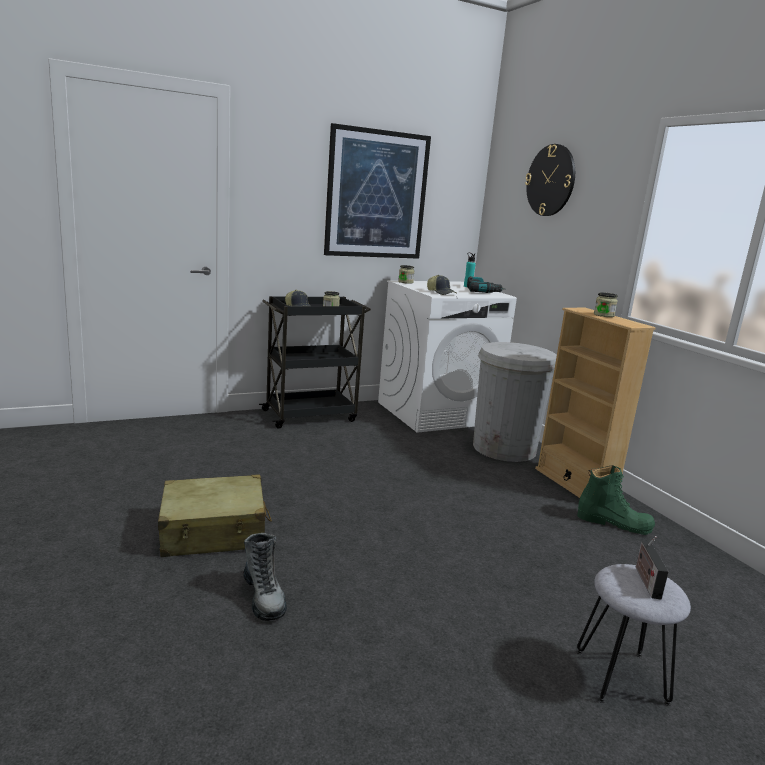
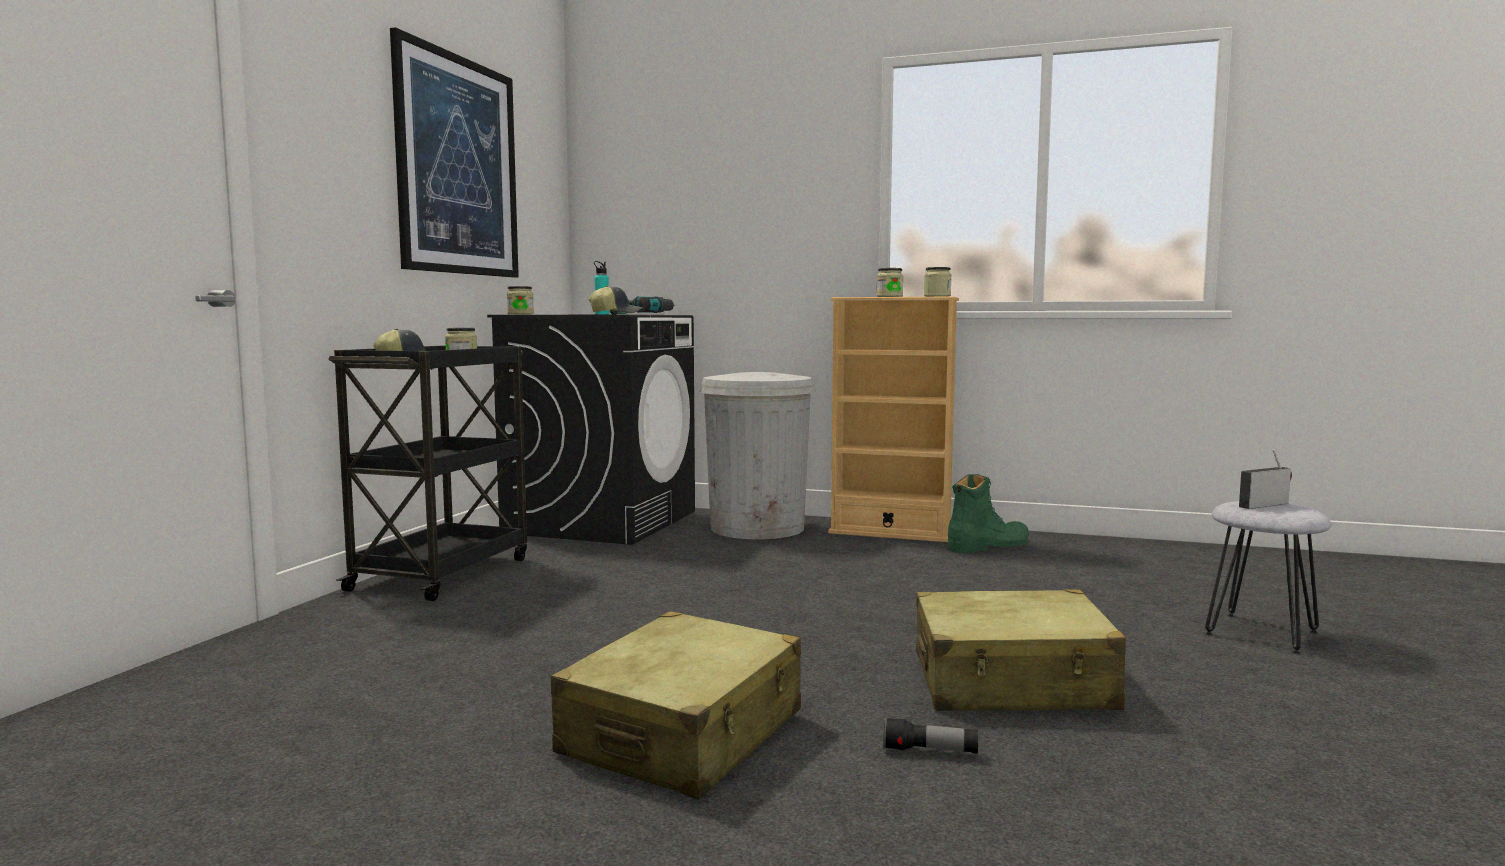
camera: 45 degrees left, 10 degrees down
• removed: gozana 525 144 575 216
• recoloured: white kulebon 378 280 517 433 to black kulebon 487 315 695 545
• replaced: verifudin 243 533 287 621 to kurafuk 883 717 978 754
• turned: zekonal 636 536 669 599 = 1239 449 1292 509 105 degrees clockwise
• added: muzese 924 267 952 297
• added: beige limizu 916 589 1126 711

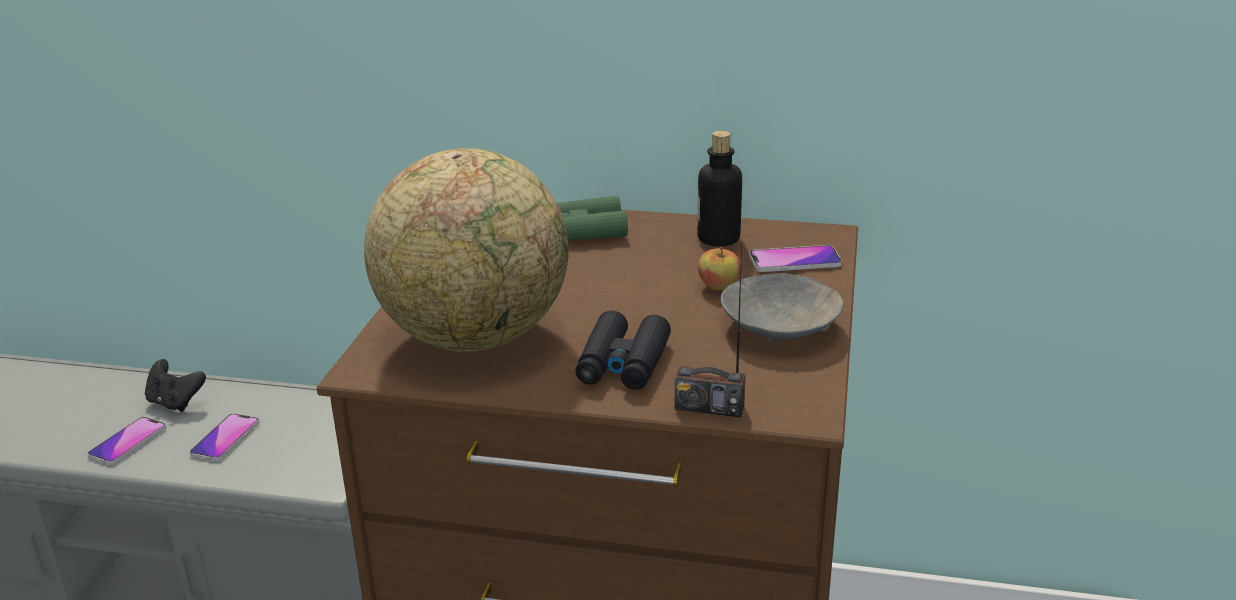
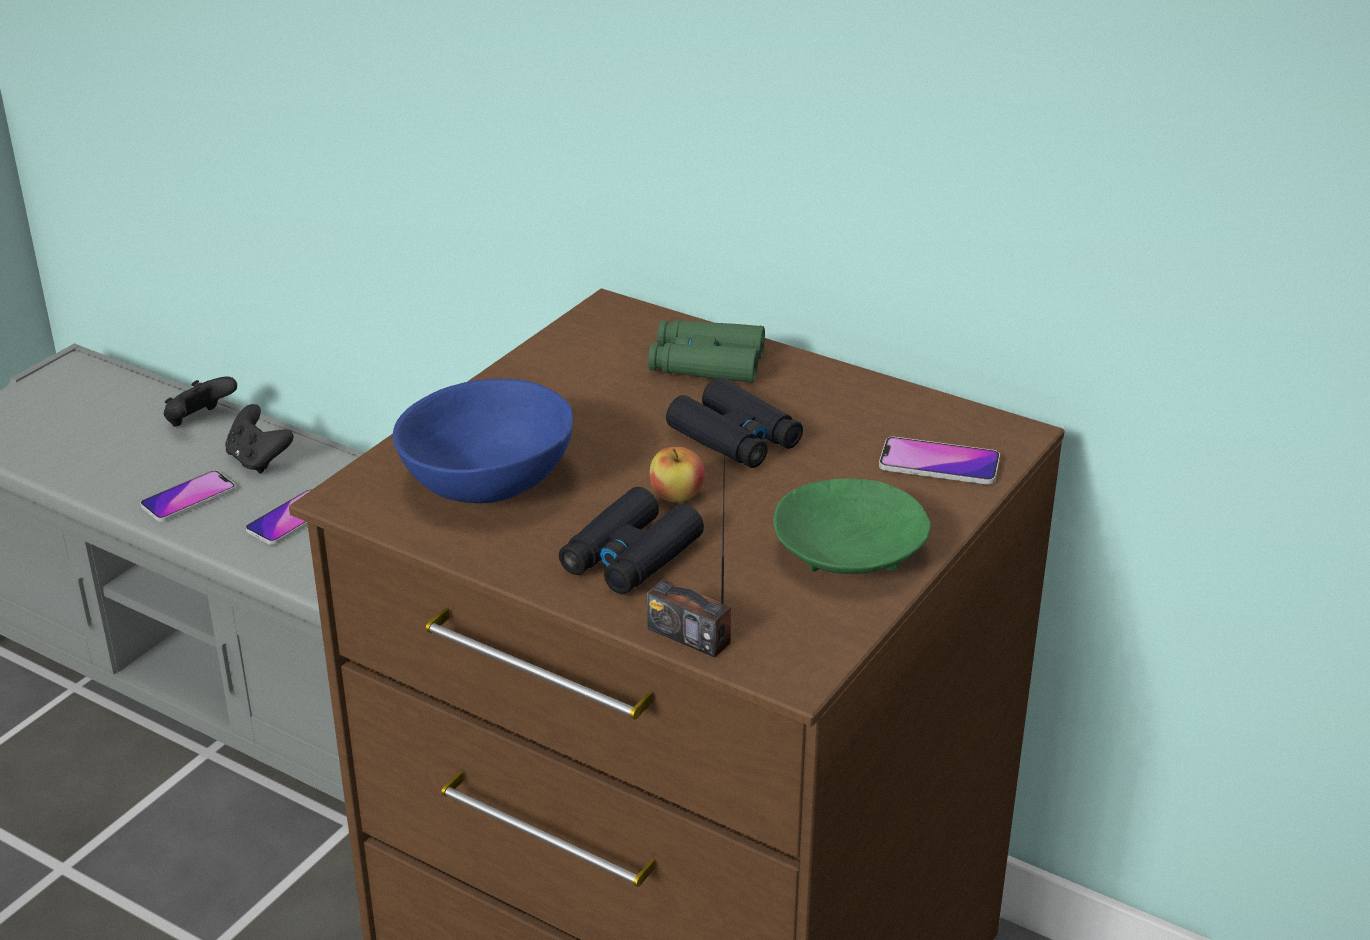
camera: 20 degrees right, 5 degrees up
• removed: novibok 697 131 742 246
• replaced: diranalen 364 148 569 352 to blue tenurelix 393 379 573 503
• moved: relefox 698 246 741 290 to 649 447 705 502
• recoloured: grey tenurelix 721 273 844 343 to green tenurelix 773 478 931 574
• added: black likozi 164 377 237 426
• added: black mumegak 666 378 803 468

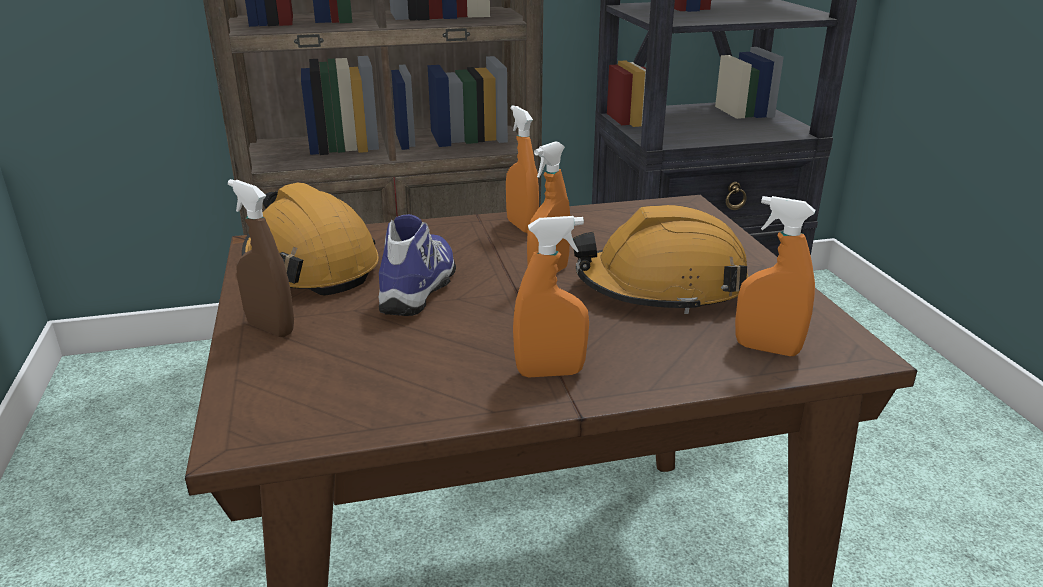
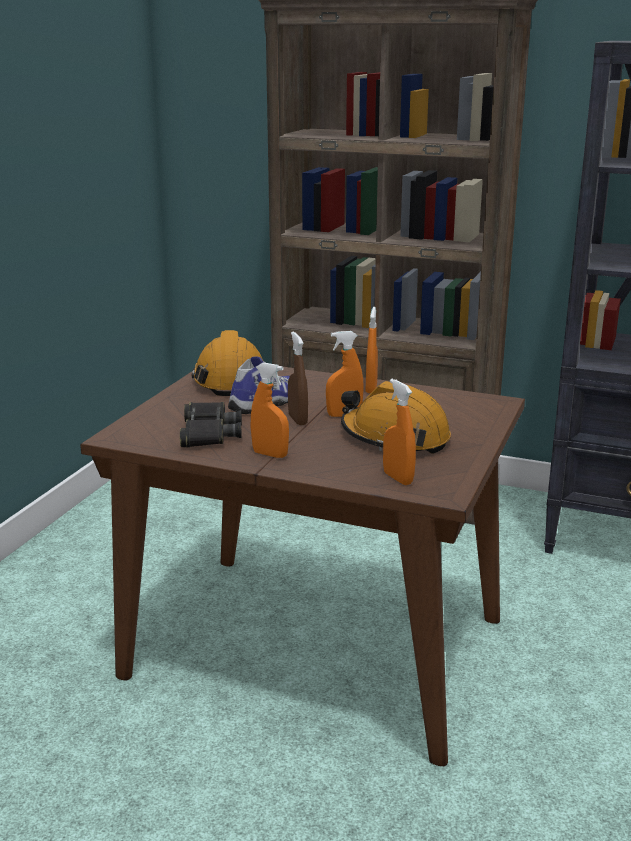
camera: 35 degrees right, 5 degrees down
• moved: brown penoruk 228 179 294 337 to 288 332 308 425
• added: black mumegak 180 402 242 447

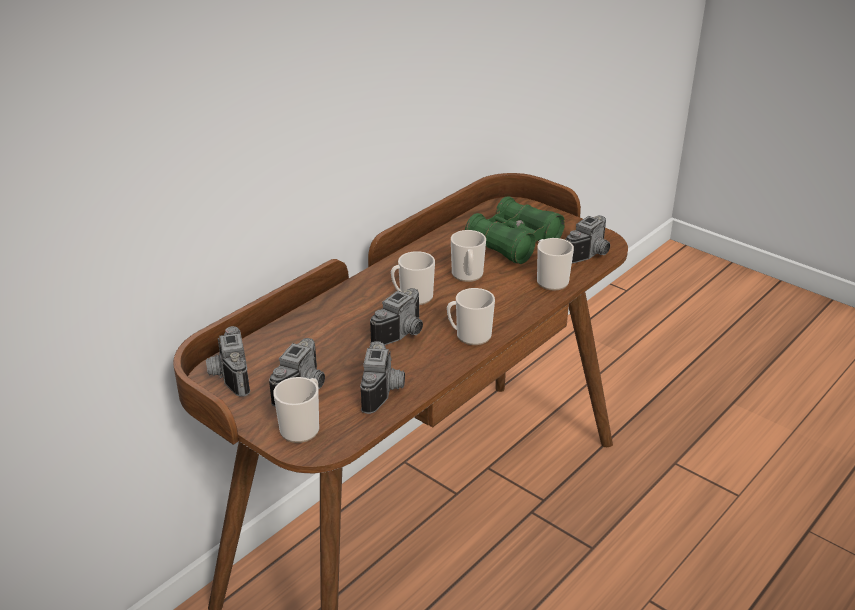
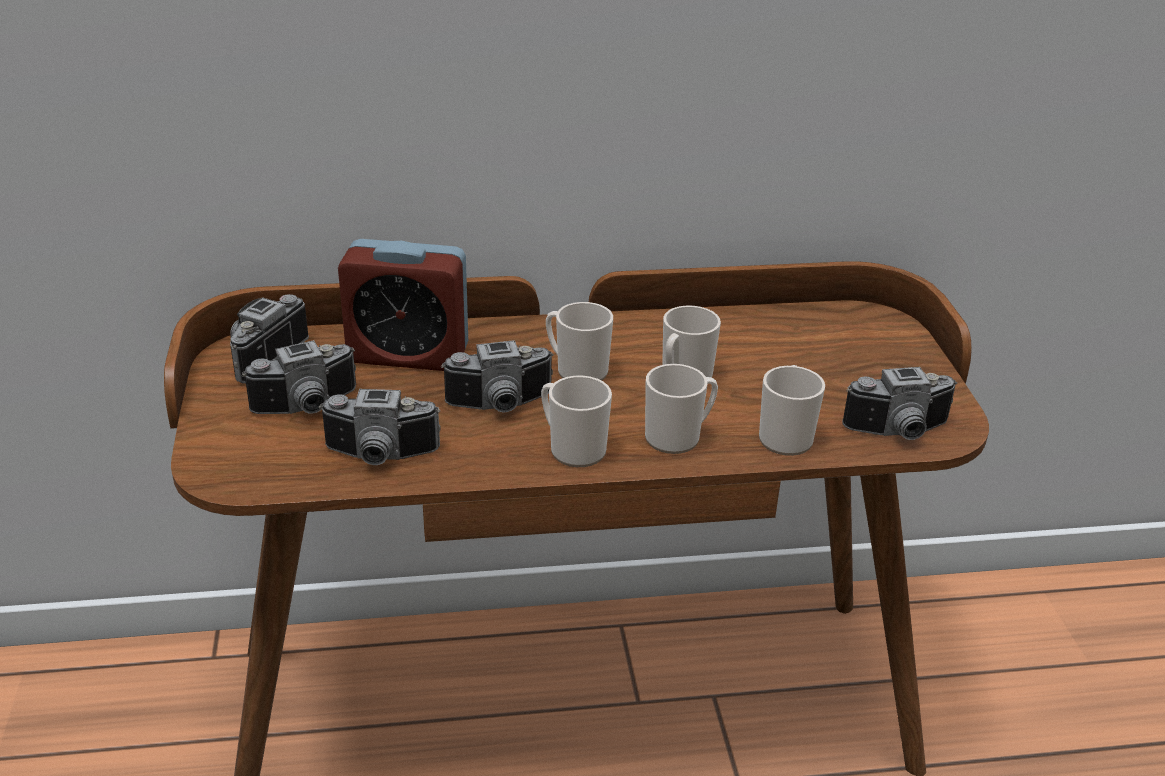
camera: 40 degrees right, 0 degrees up
• removed: green mumegak 465 196 565 264
• turned: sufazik 360 341 405 414 = 319 389 440 465 45 degrees clockwise
• moved: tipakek 273 377 319 443 to 645 364 718 454
• added: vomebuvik 338 239 468 371

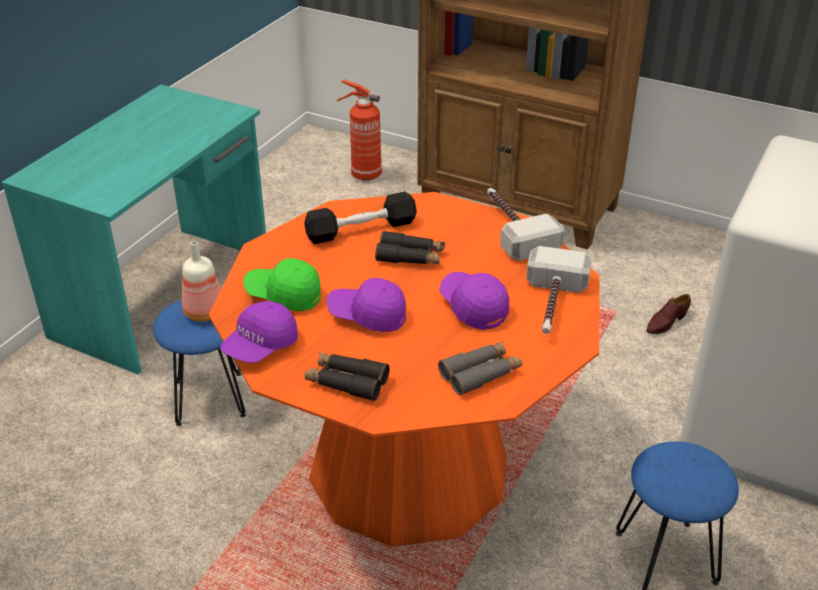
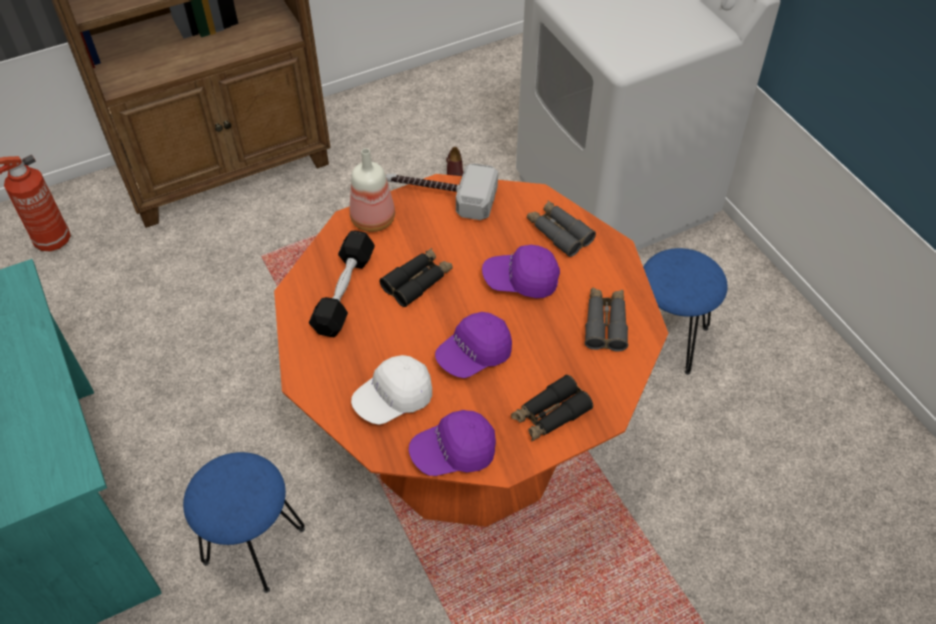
camera: 55 degrees left, 15 degrees up
• moved: novibok 182 241 221 322 to 350 148 395 232
• replaced: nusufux 526 246 592 334 to grey mumegak 527 200 596 257
• recoloured: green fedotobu 243 258 321 311 to white fedotobu 351 355 432 425
• turned: purple fedotobu 220 301 298 363 = 409 410 496 476 90 degrees clockwise

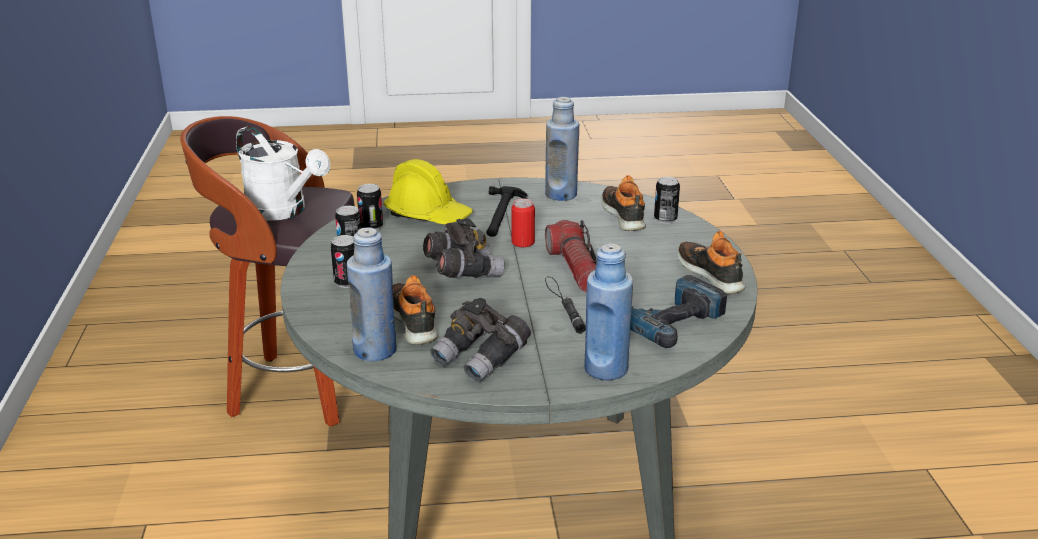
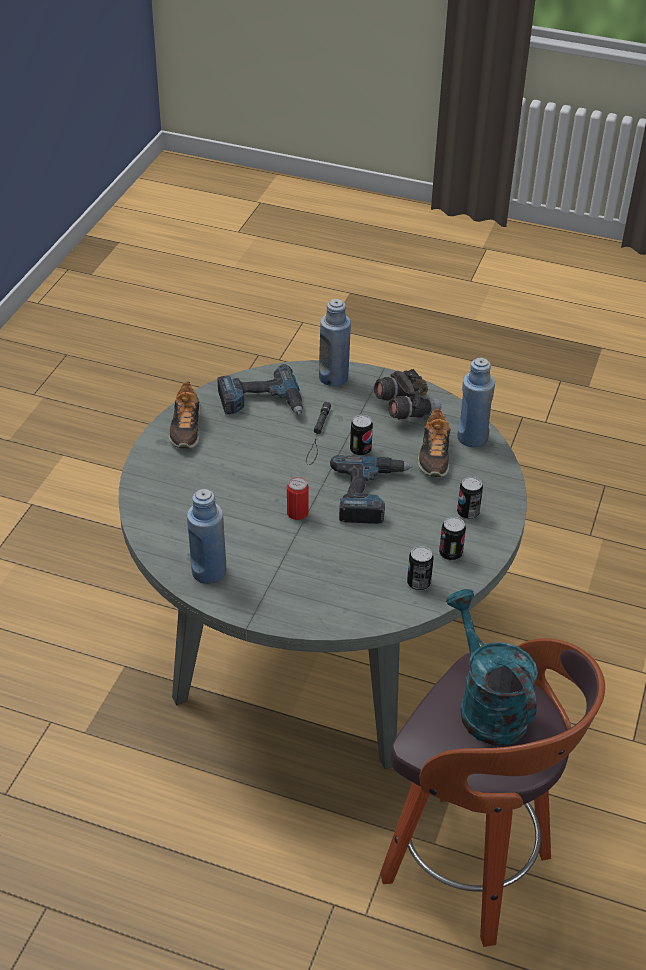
camera: 155 degrees left, 15 degrees up
• recoloured: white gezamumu 236 126 330 221 to turquoise gezamumu 446 589 538 745
• removed: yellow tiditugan 383 159 473 224
• removed: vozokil 601 175 646 231
• moved: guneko 654 177 680 224 to 350 414 373 456
• removed: nusufux 486 186 528 237
• replaced: grey mumegak 423 218 505 278 to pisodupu 330 455 412 524
• removed: kurafuk 545 220 597 293

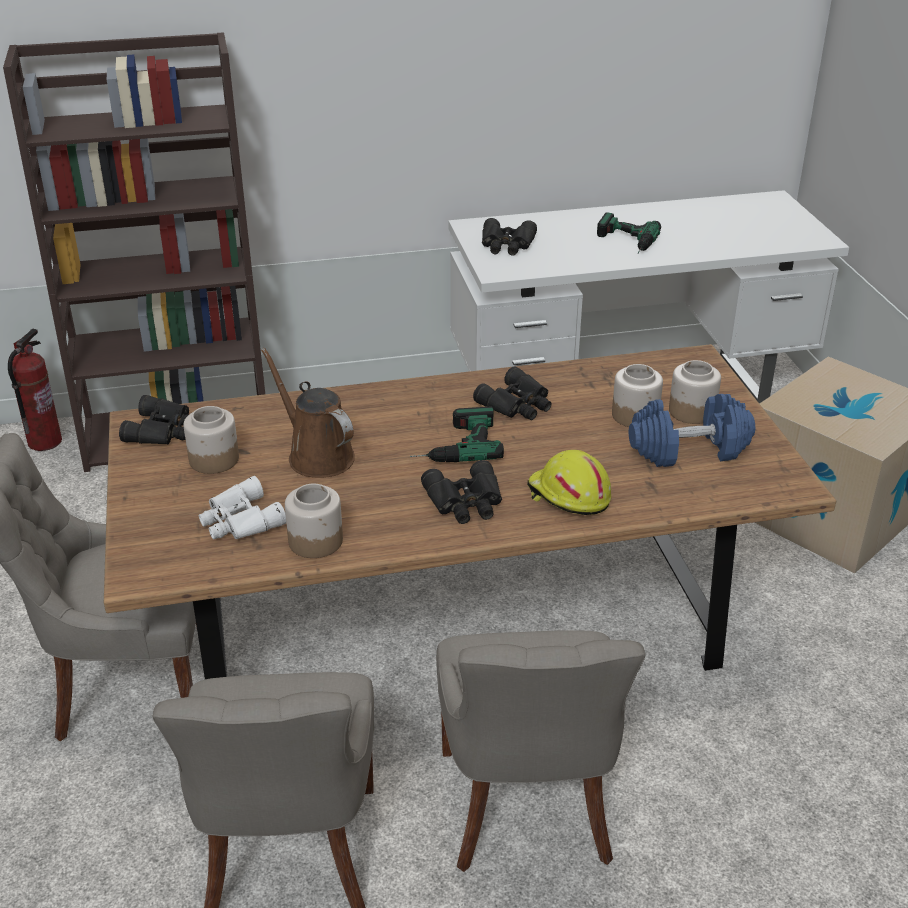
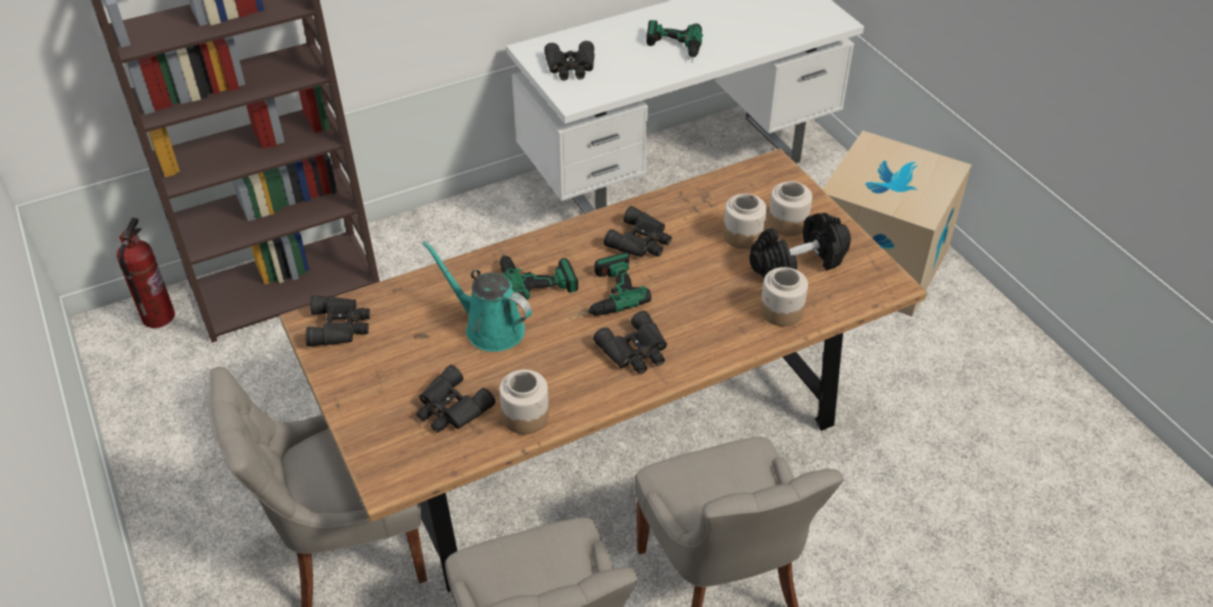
camera: 15 degrees left, 10 degrees up
• recoloured: brown gezamumu 261 348 355 478 to turquoise gezamumu 422 241 532 352
• recoloured: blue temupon 629 394 755 467 to black temupon 749 213 851 278
• moved: muzese 183 406 239 474 to 760 267 808 326
• removed: yellow tiditugan 527 450 611 515
• recoloured: white mumegak 199 476 286 540 to black mumegak 416 365 496 433
• added: pisodupu 500 247 578 300

